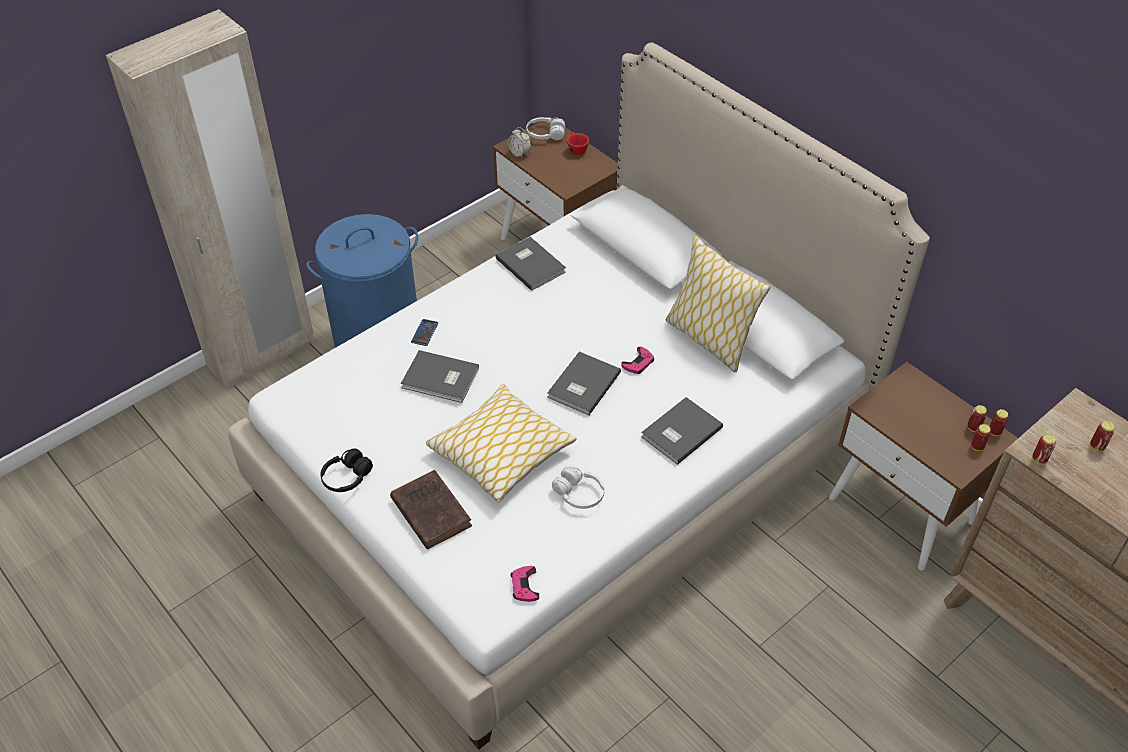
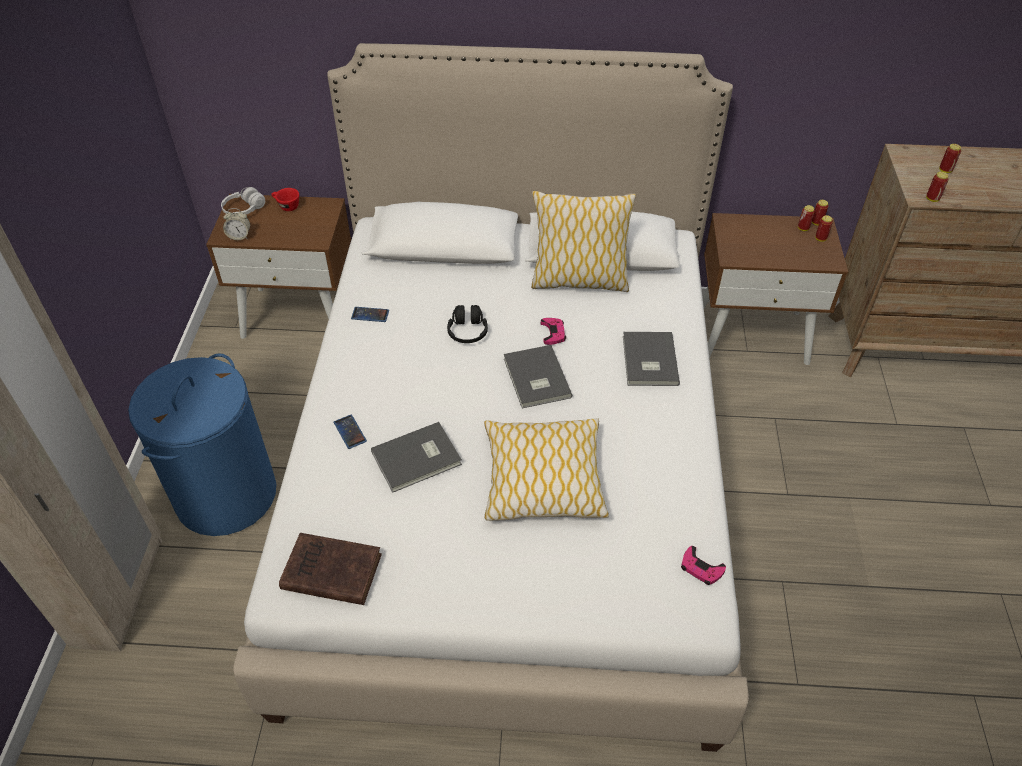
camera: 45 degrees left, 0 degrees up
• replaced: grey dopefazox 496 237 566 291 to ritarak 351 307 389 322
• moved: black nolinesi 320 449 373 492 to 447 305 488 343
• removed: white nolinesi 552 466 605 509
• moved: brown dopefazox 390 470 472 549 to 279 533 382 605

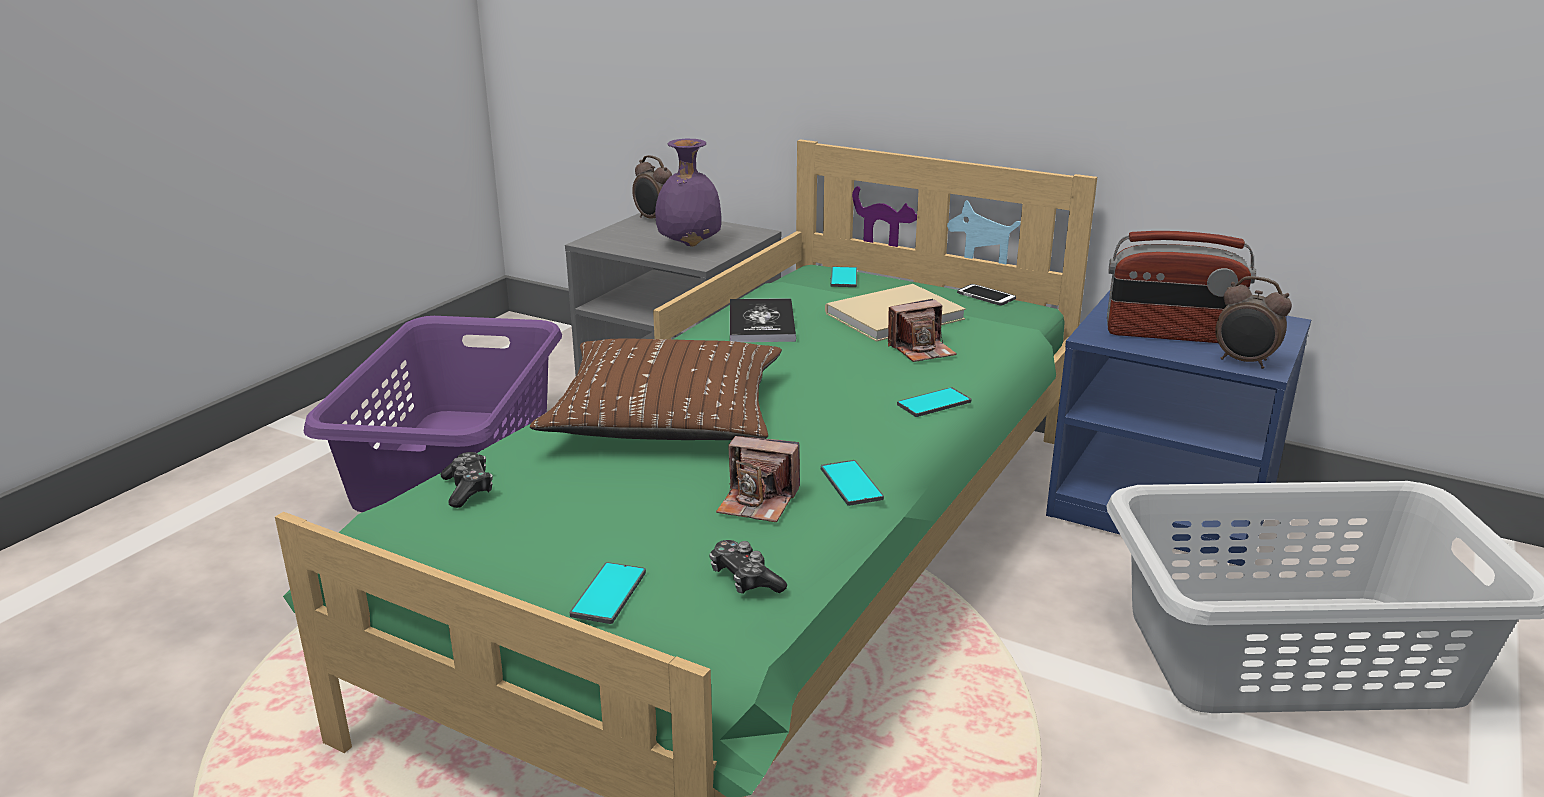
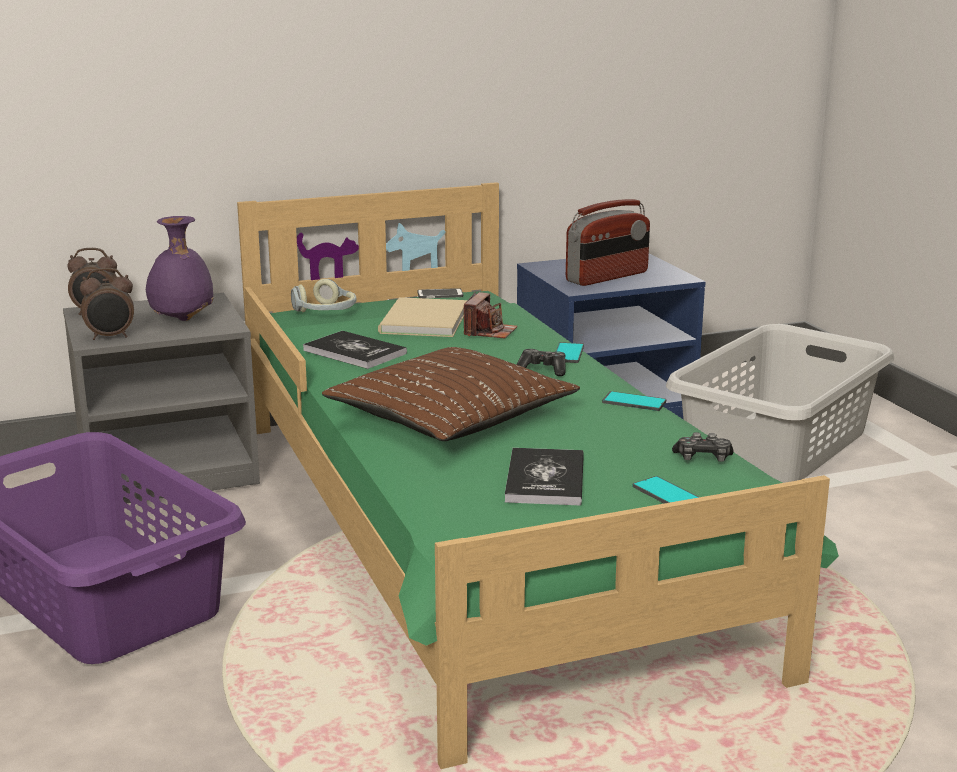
camera: 50 degrees left, 5 degrees down
• replaced: ritarak 830 267 857 287 to nolinesi 291 279 357 312
• moved: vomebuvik 1215 276 1292 369 to 80 268 134 340
• removed: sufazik 716 436 800 522
• moved: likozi 441 452 493 508 to 516 349 566 376
• added: dopefazox 505 448 584 506

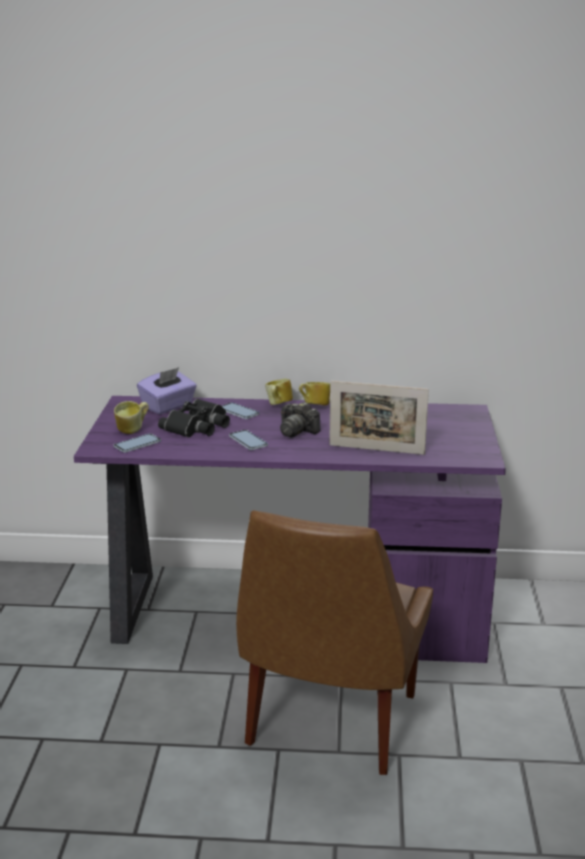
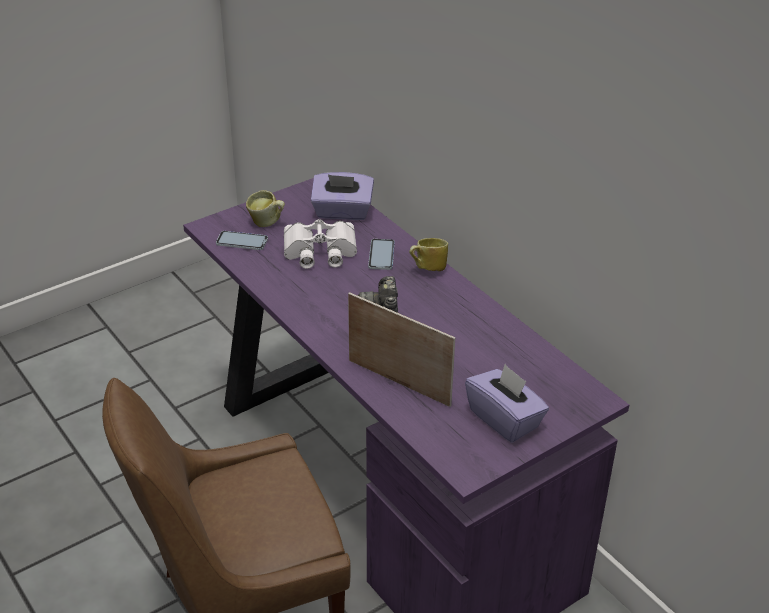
camera: 50 degrees right, 15 degrees up
• turned: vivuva 329 381 429 455 = 348 292 455 407 150 degrees clockwise
• removed: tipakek 299 382 330 405
• recoloured: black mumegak 158 399 230 438 to white mumegak 284 219 357 269
• removed: ritarak 229 430 268 450
• added: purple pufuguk 465 364 549 443

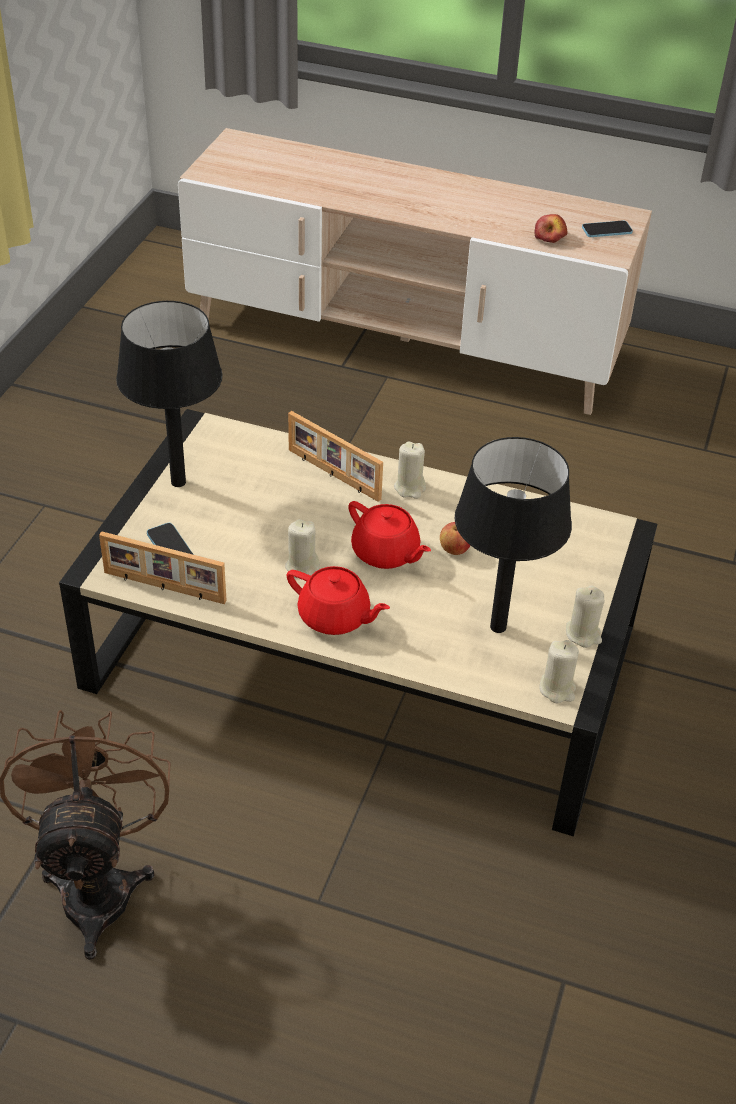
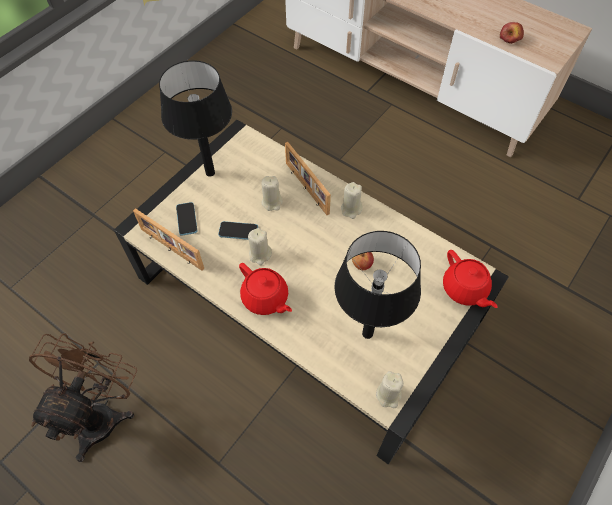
camera: 20 degrees right, 15 degrees up
• moved: ritarak 582 221 633 237 to 218 221 258 240
• moved: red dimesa 348 501 431 569 to 443 250 498 308
• moved: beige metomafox 566 586 605 648 to 261 176 283 211

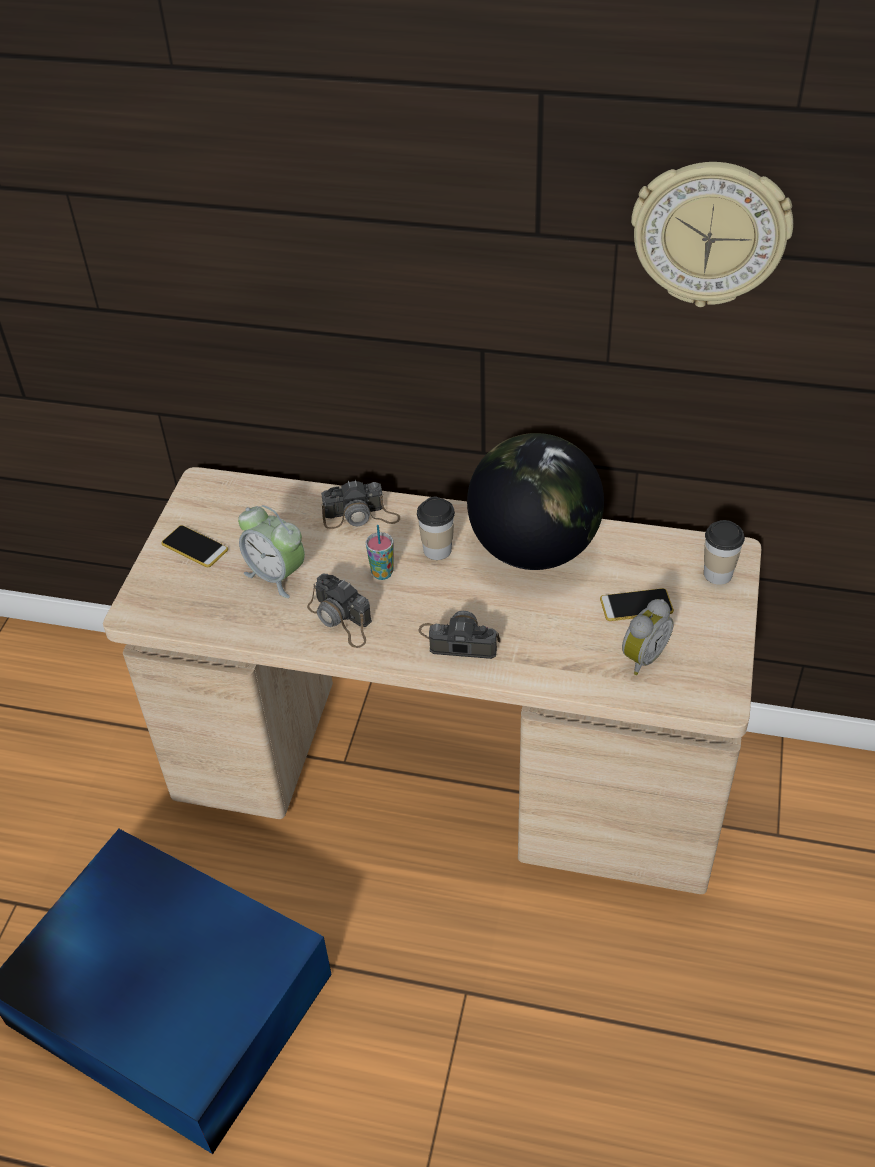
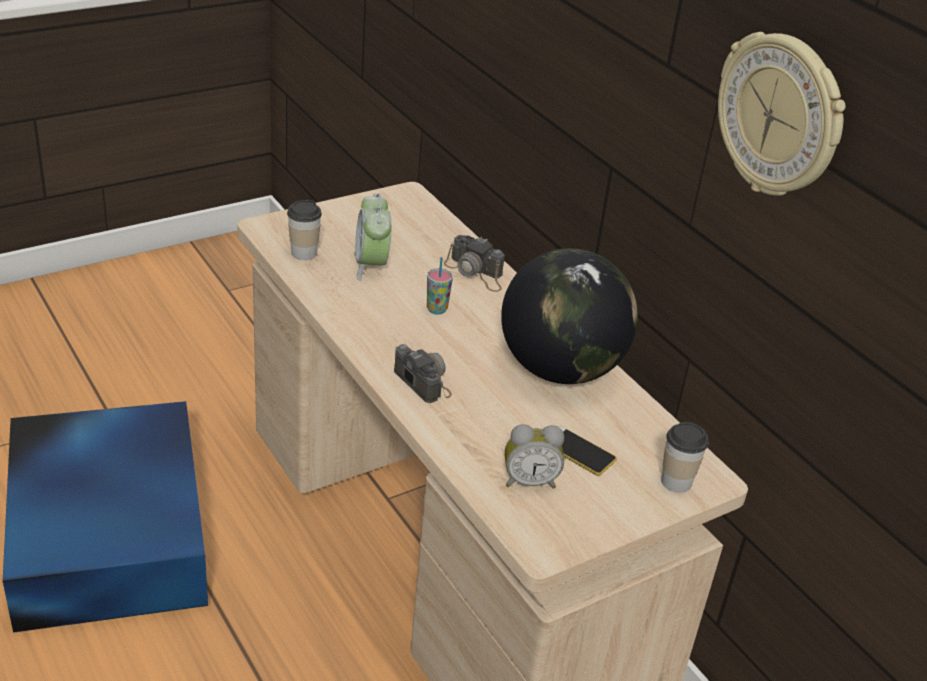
camera: 40 degrees right, 10 degrees down
• moved: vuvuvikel 417 497 455 560 to 287 200 322 260
• removed: ritarak 161 525 228 567
• removed: sufazik 307 574 372 648

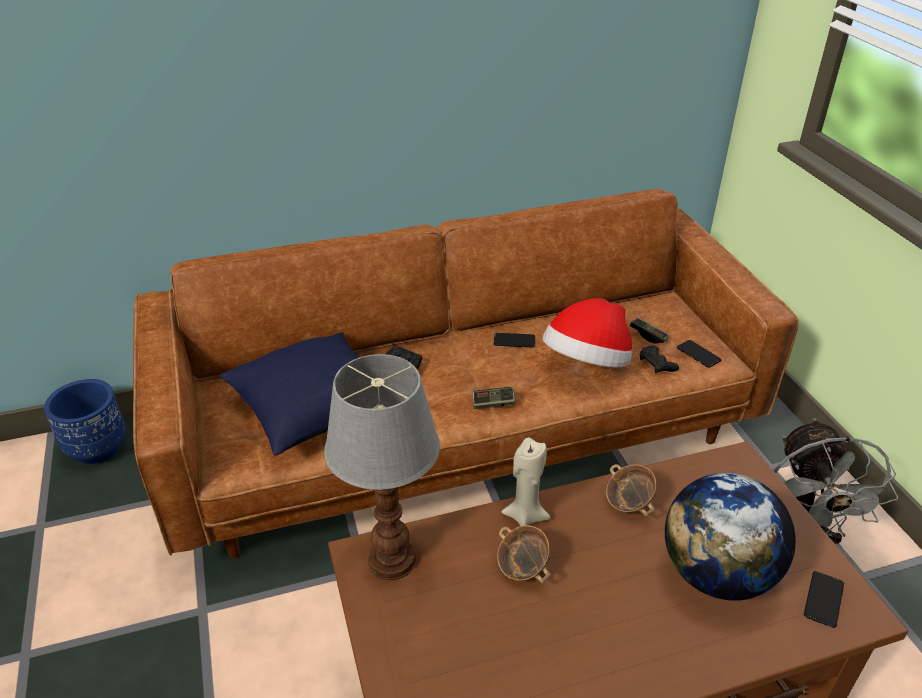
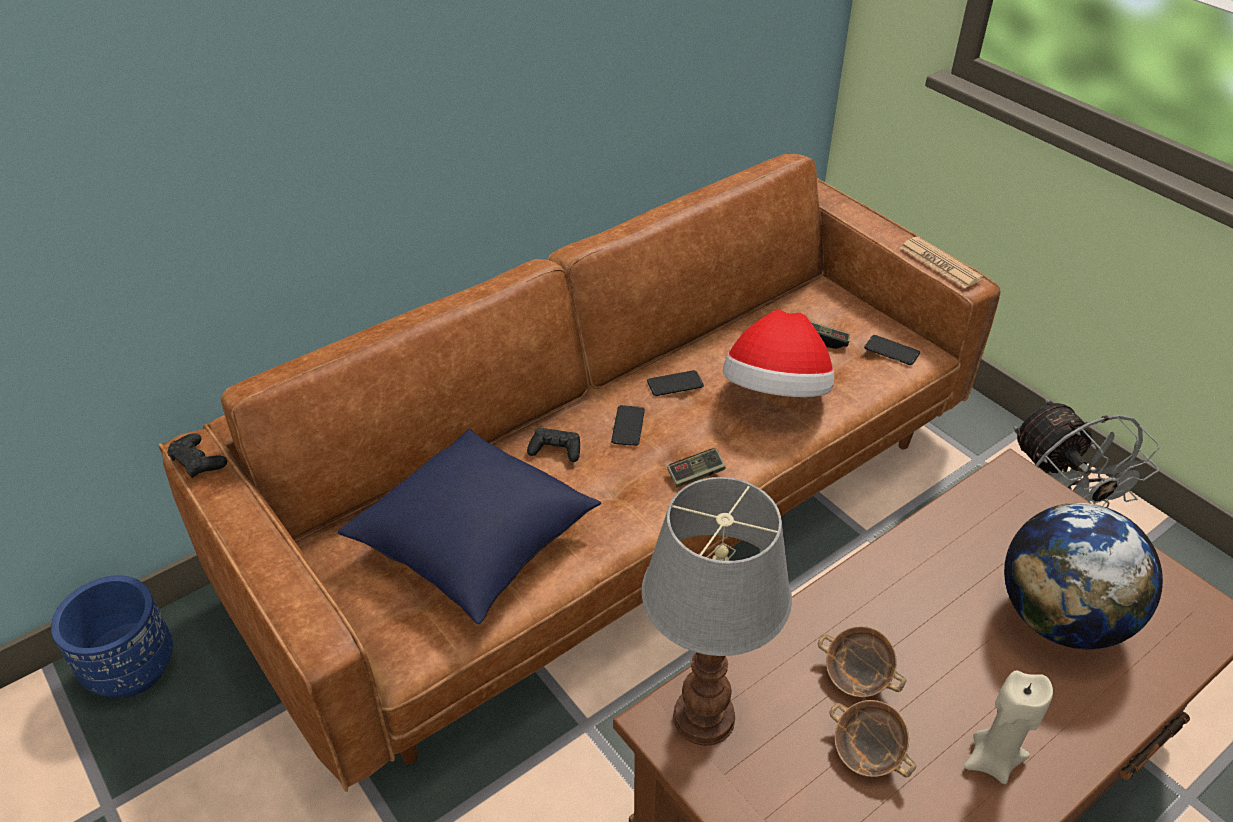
camera: 20 degrees left, 5 degrees up
• moved: black likozi 640 346 679 373 to 167 433 227 478
• moved: beige metomafox 501 437 551 526 to 964 671 1053 784
• moved: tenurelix 606 464 657 517 to 829 700 916 778
• moved: ritarak 804 571 844 628 to 611 405 645 446
• added: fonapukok 900 237 983 288

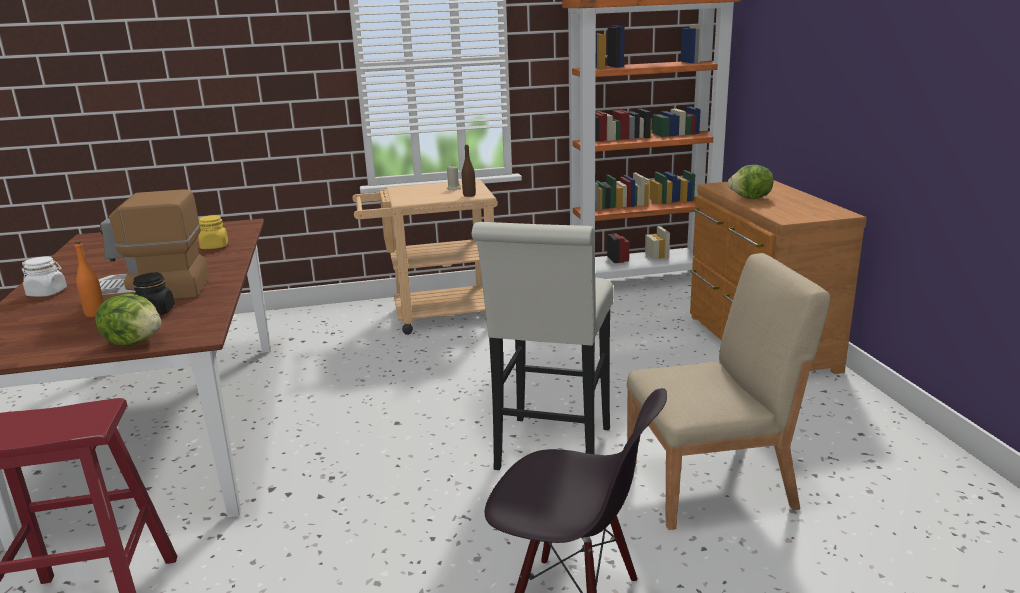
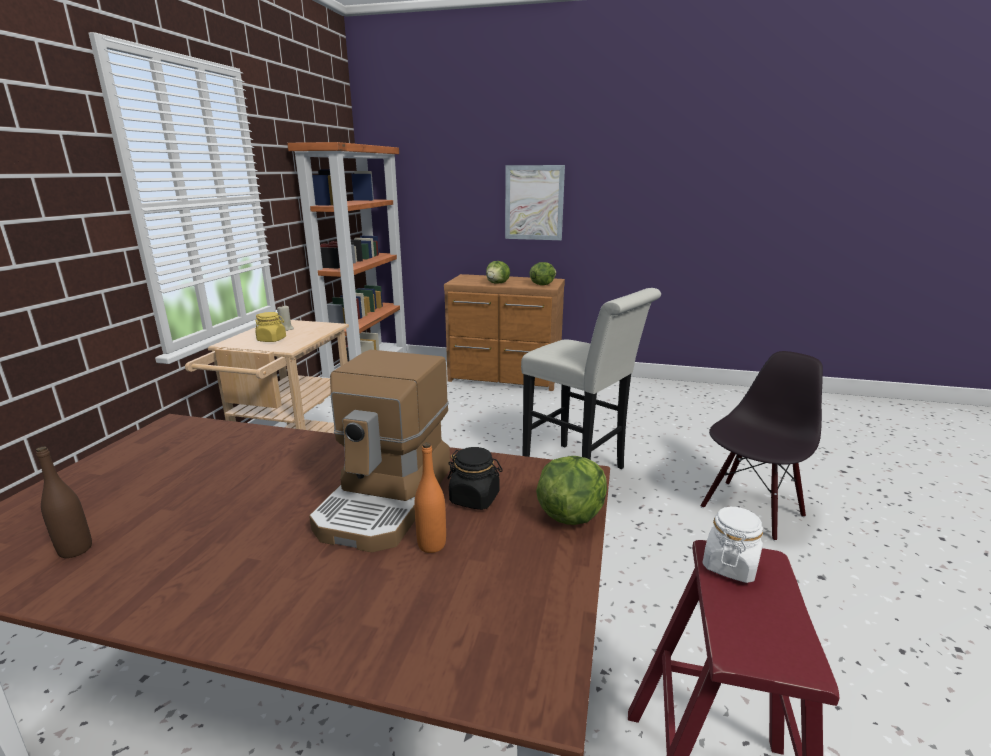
camera: 65 degrees left, 0 degrees up
• moved: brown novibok 462 145 476 197 to 36 446 92 558
• moved: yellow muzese 198 215 228 249 to 255 312 286 342
• removed: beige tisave 627 253 830 530
• moved: white muzese 22 257 67 297 to 703 507 763 583
• added: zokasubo 505 165 565 240
• added: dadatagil 530 262 557 285

